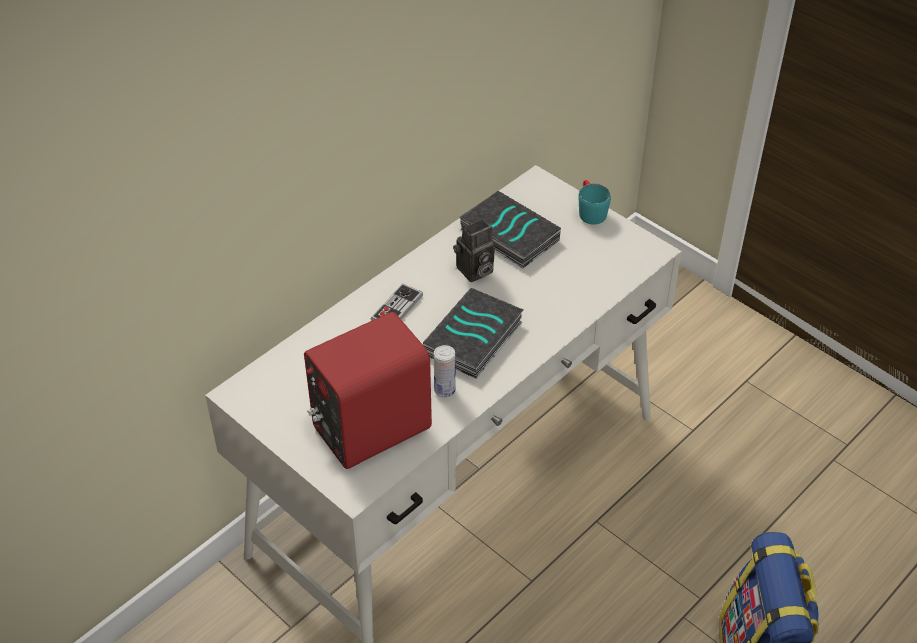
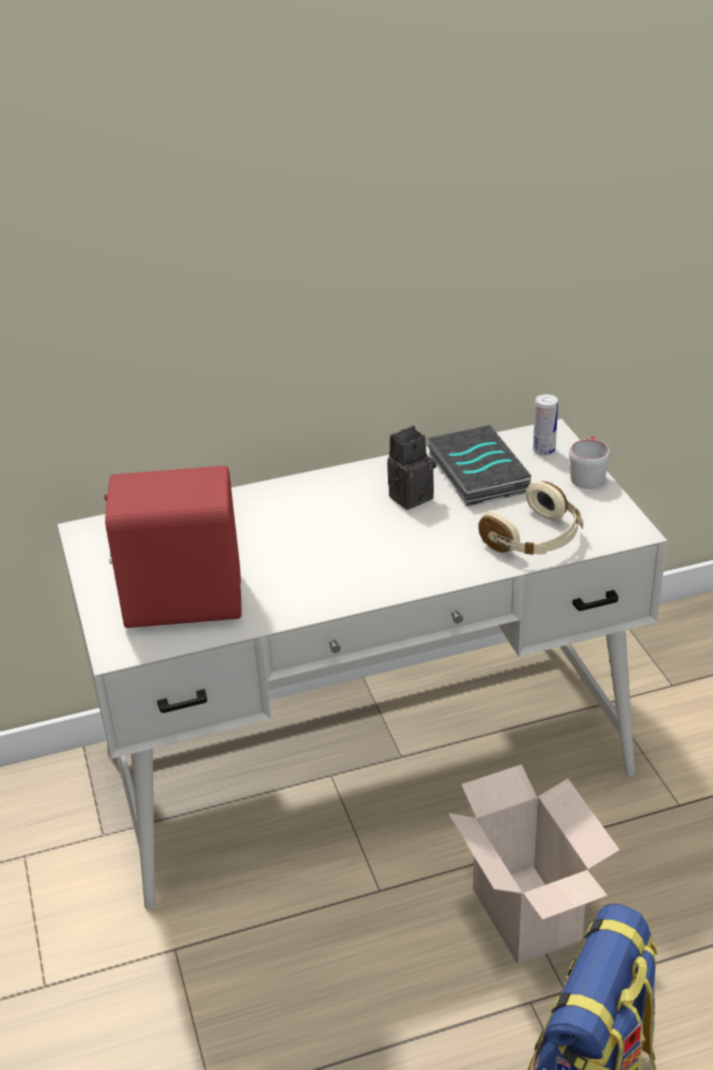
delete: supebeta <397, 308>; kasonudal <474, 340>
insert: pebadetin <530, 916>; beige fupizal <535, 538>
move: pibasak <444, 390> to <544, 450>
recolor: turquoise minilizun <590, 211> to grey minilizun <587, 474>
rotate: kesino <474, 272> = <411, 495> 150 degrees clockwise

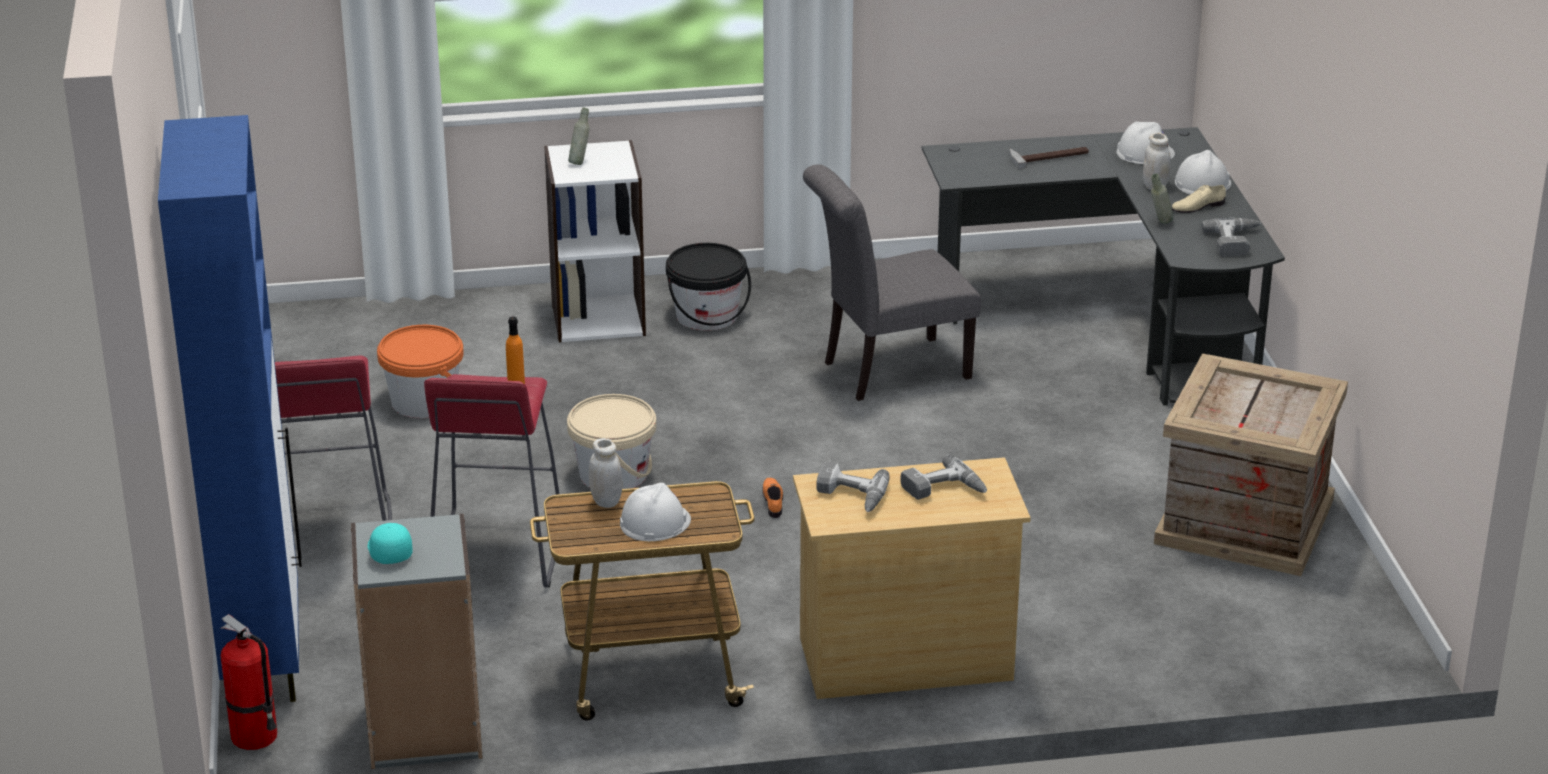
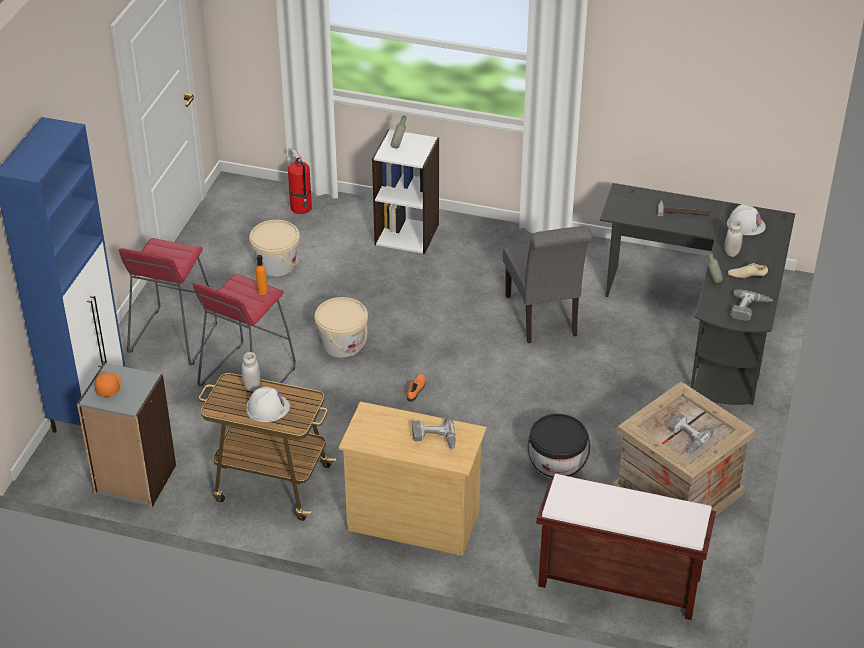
delete: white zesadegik <1202, 183>
insert: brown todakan <617, 582>
move: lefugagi <256, 736> to <301, 208>; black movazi <707, 316> to <556, 464>; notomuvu <850, 496> to <685, 438>
recolor: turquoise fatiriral <388, 551> to orange fatiriral <108, 387>; orange movazi <424, 401> to beige movazi <276, 264>
rotate: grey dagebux <887, 371> = <543, 319> 105 degrees counterclockwise

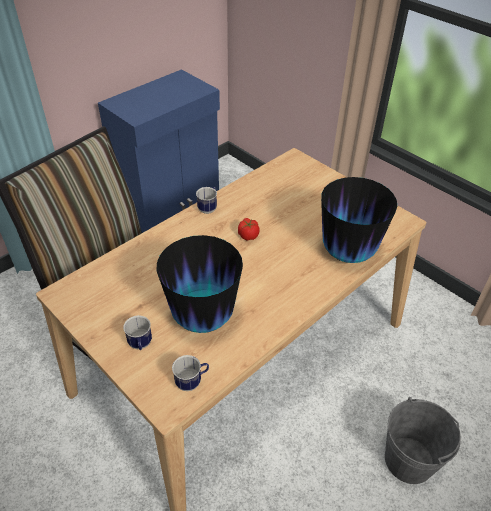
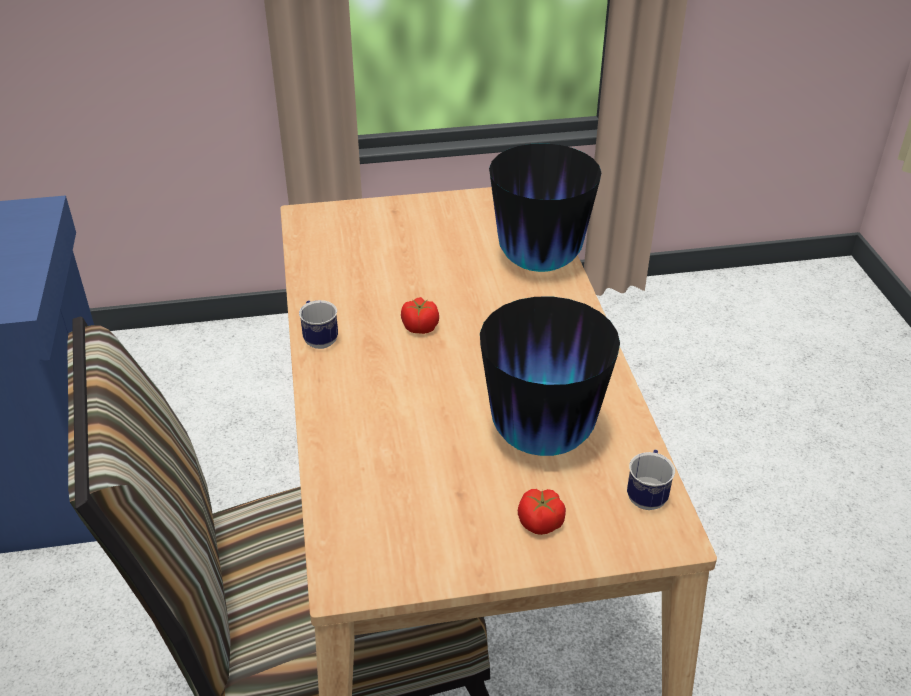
delete: grey movazi <409, 460>
replace: minilizun <140, 345> to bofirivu <540, 523>

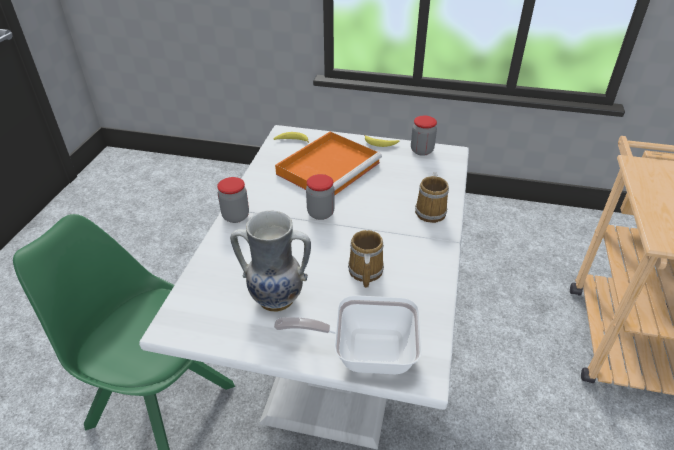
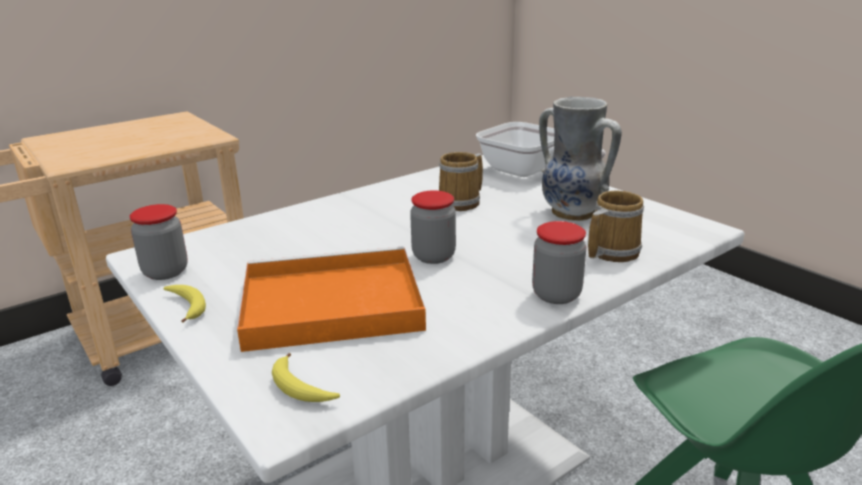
move: minilizun <431, 211> to <610, 252>

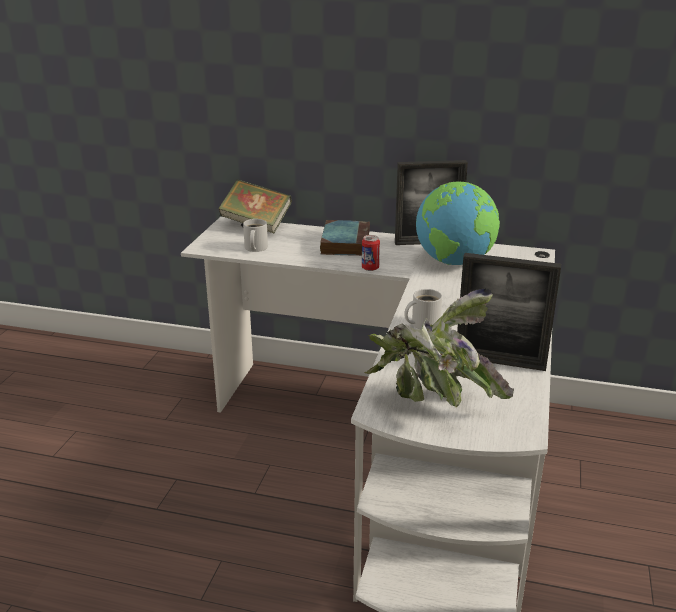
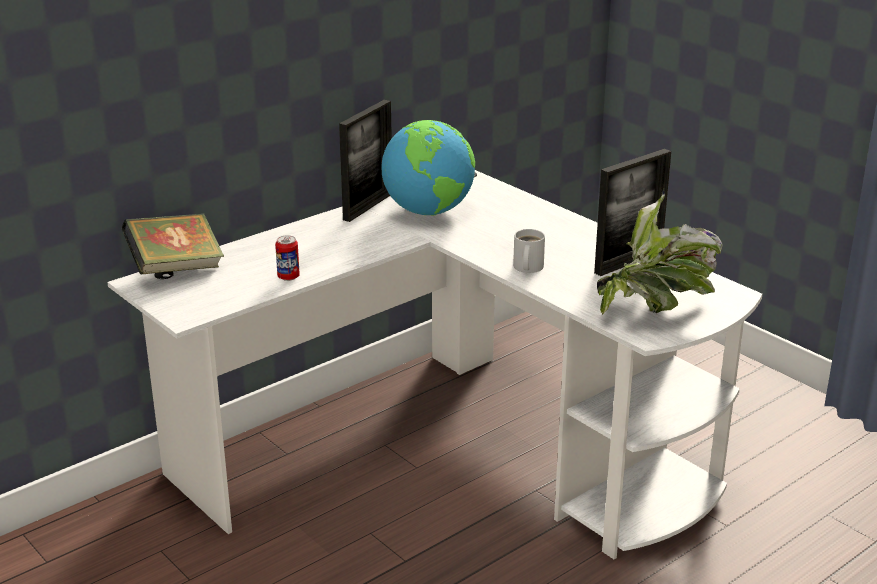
delete: white minilizun <254, 248>; kasonudal <345, 242>
move: pibasak <370, 268> to <288, 277>

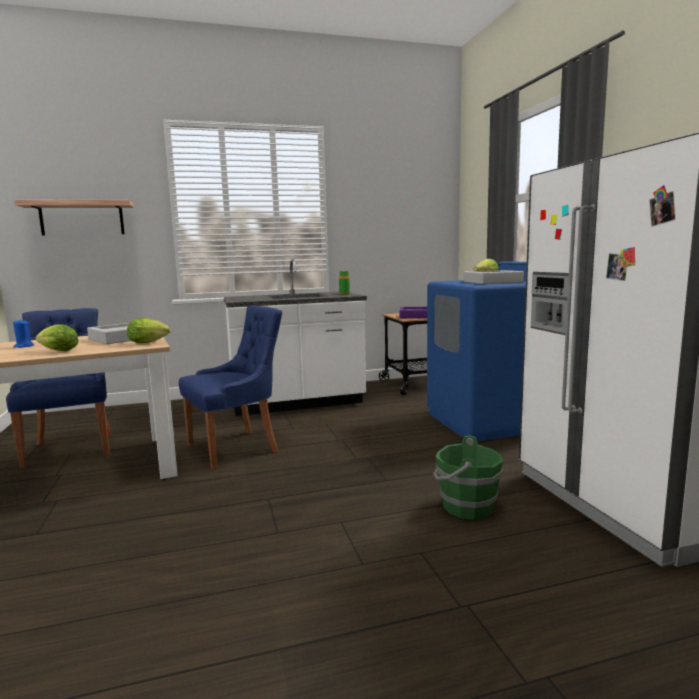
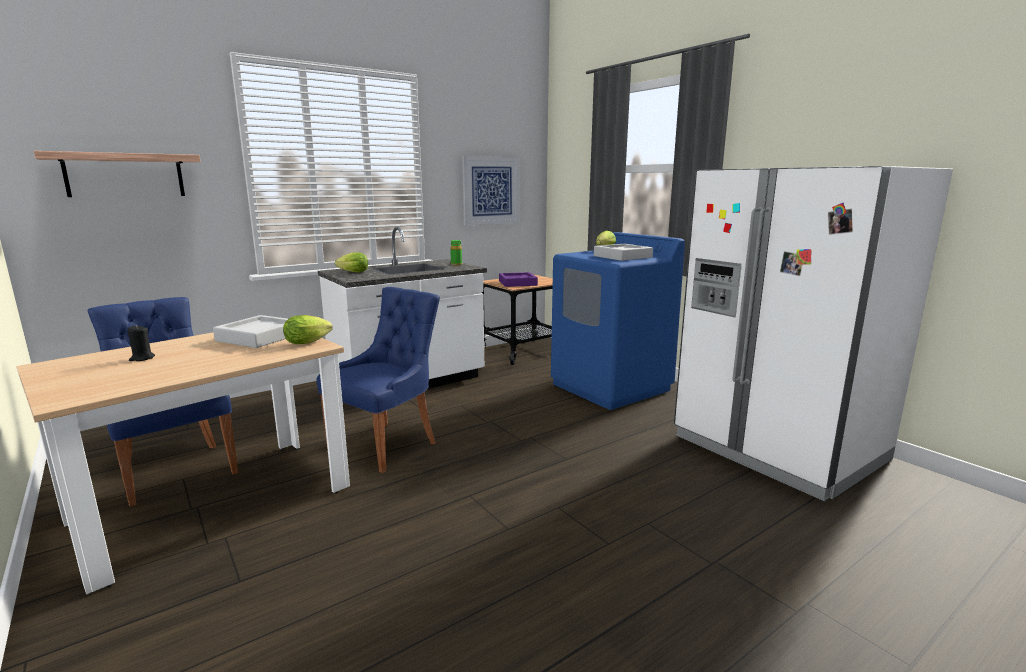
delete: green movazi <466, 507>
insert: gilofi <491, 190>
move: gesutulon <57, 351> to <352, 272>
recolor: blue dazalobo <24, 346> to black dazalobo <142, 358>

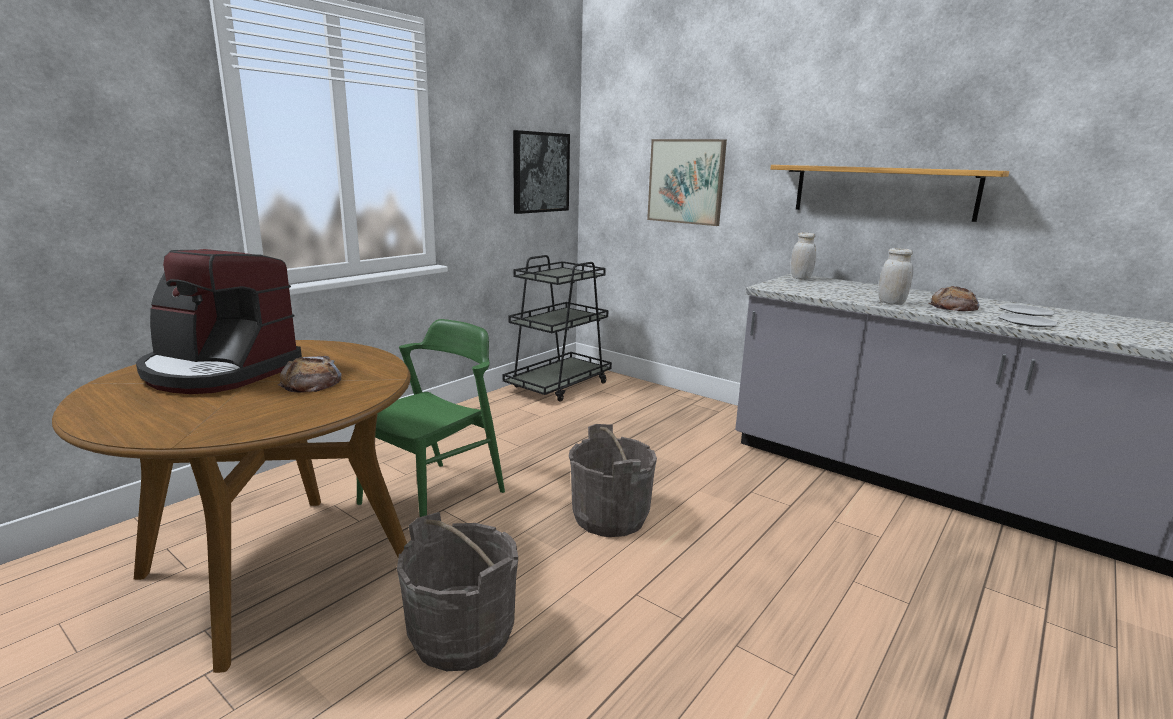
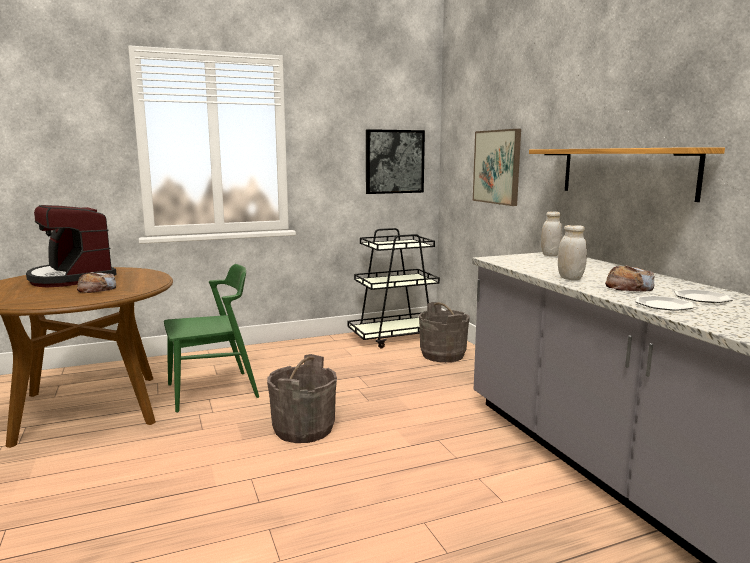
move: grey movazi <461, 635> to <442, 355>

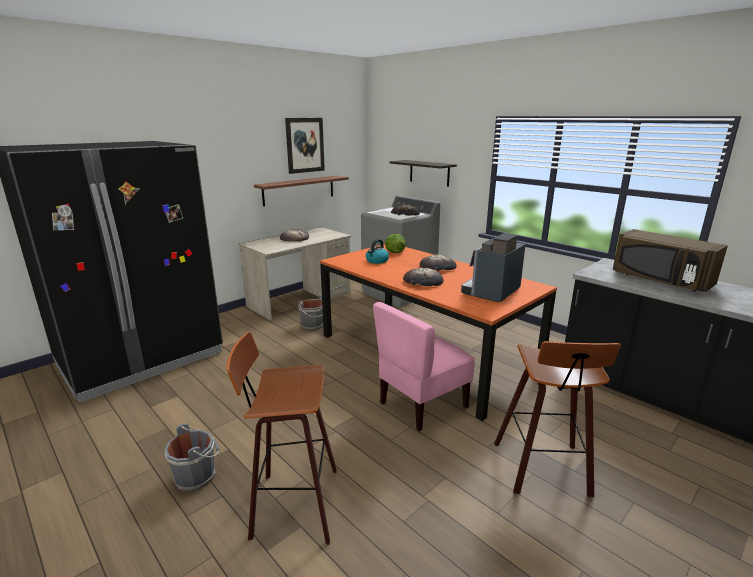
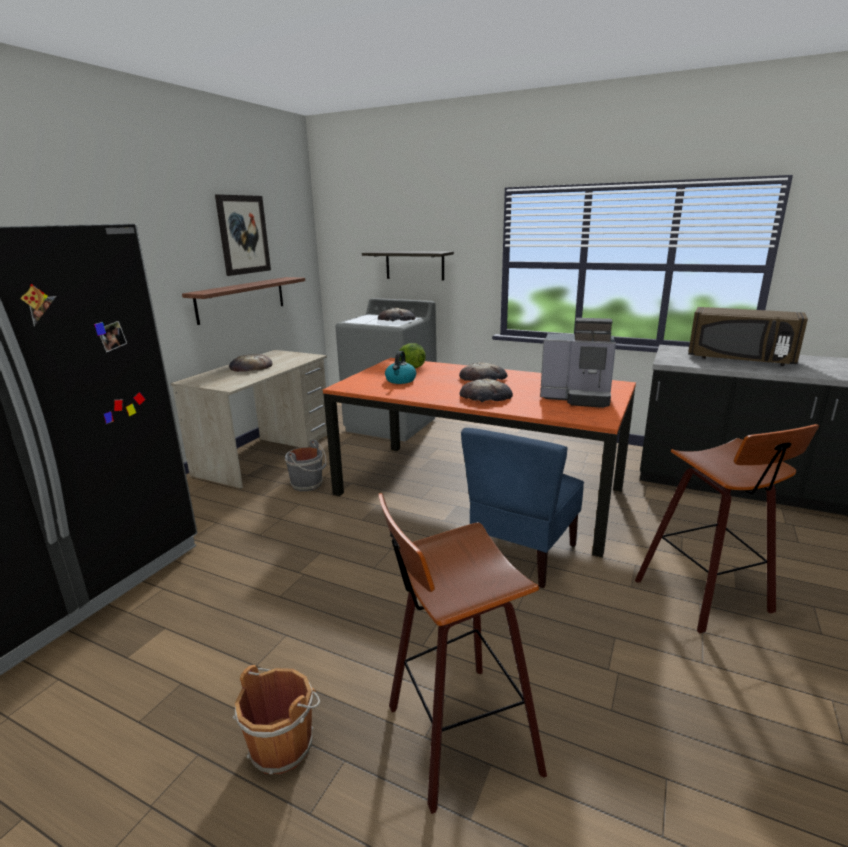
recolor: grey movazi <197, 476> to brown movazi <283, 743>; pink dagebux <422, 405> to blue dagebux <521, 555>
rotate: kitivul <491, 292> = <577, 398> 90 degrees counterclockwise

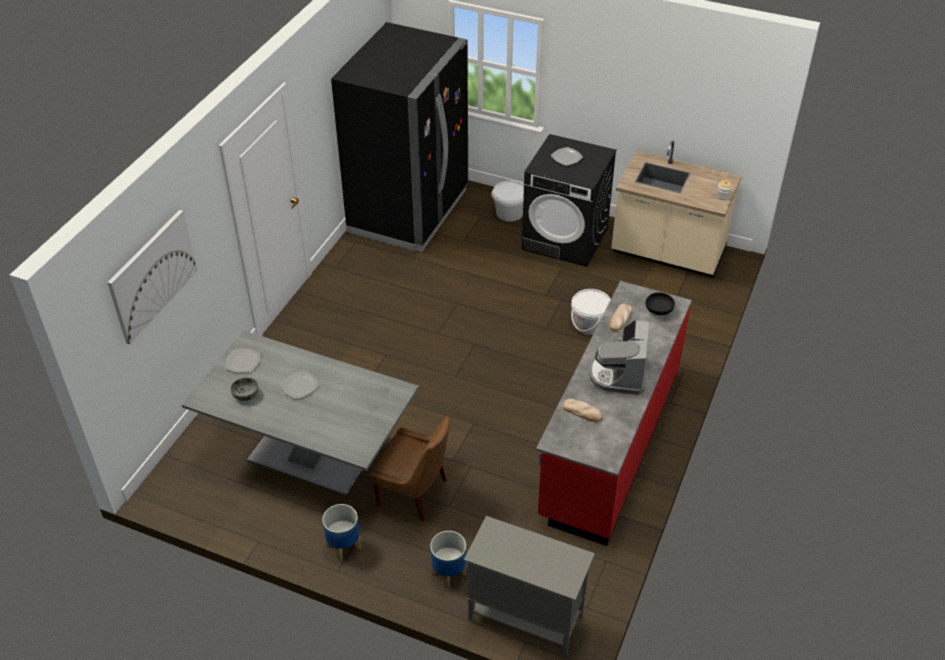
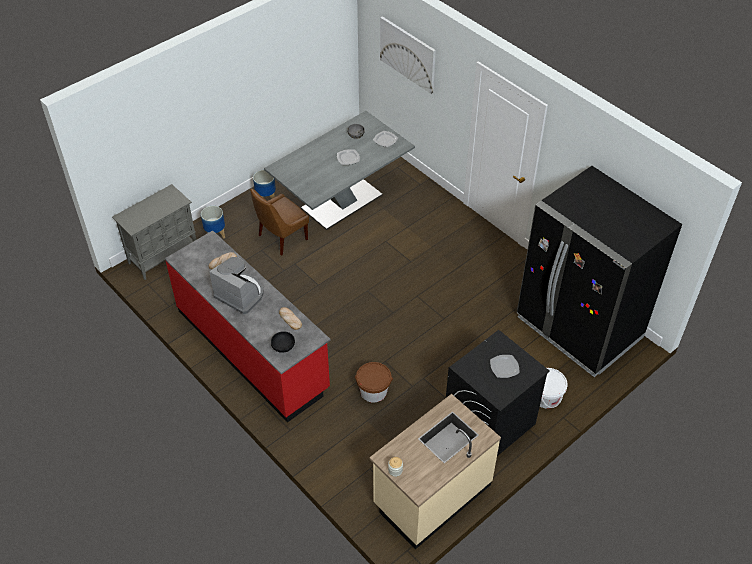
recolor: white movazi <589, 324> to brown movazi <373, 391>

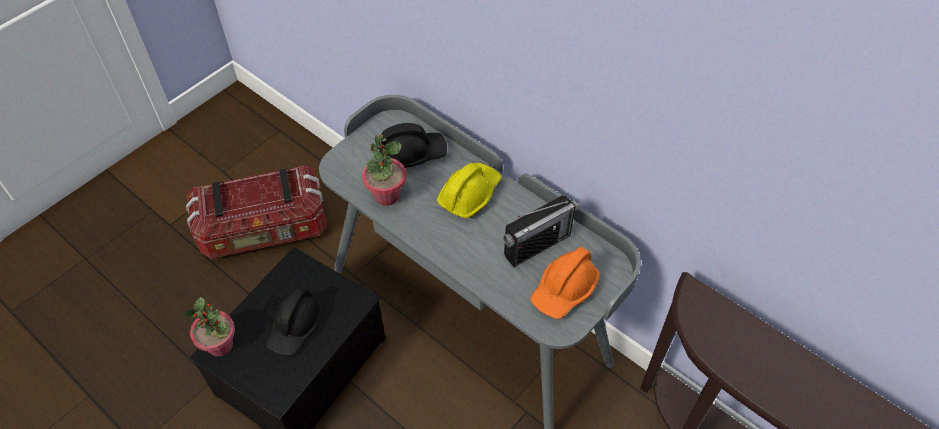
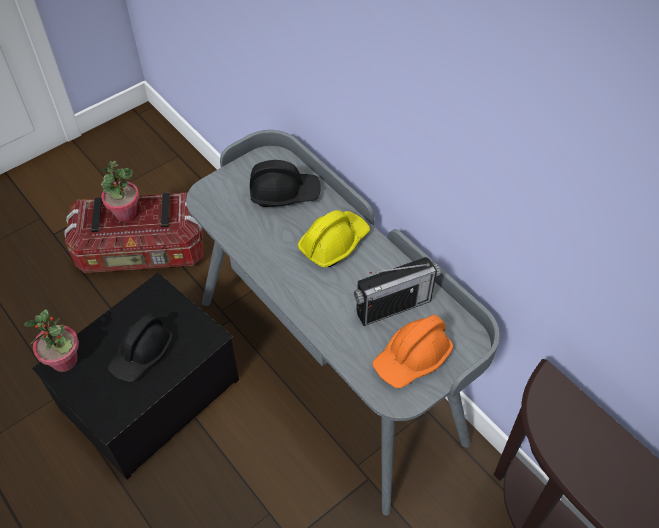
move: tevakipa <386, 195> to <125, 213>

